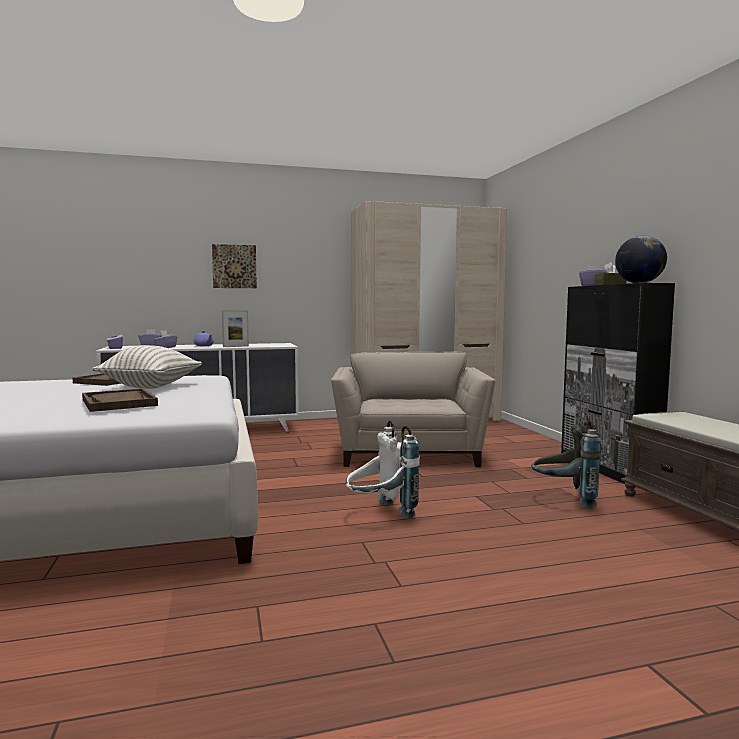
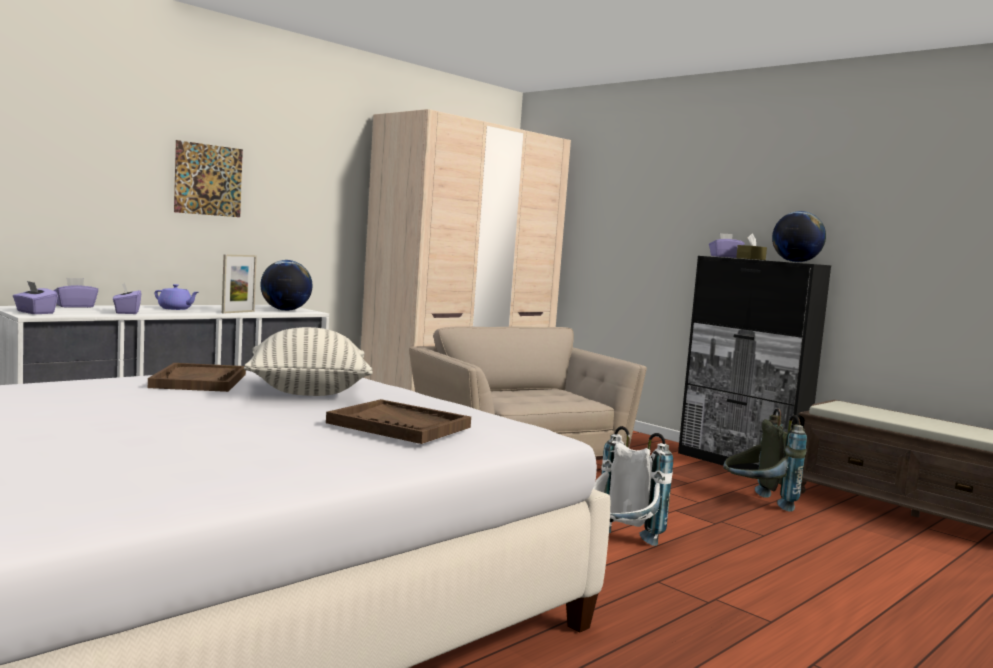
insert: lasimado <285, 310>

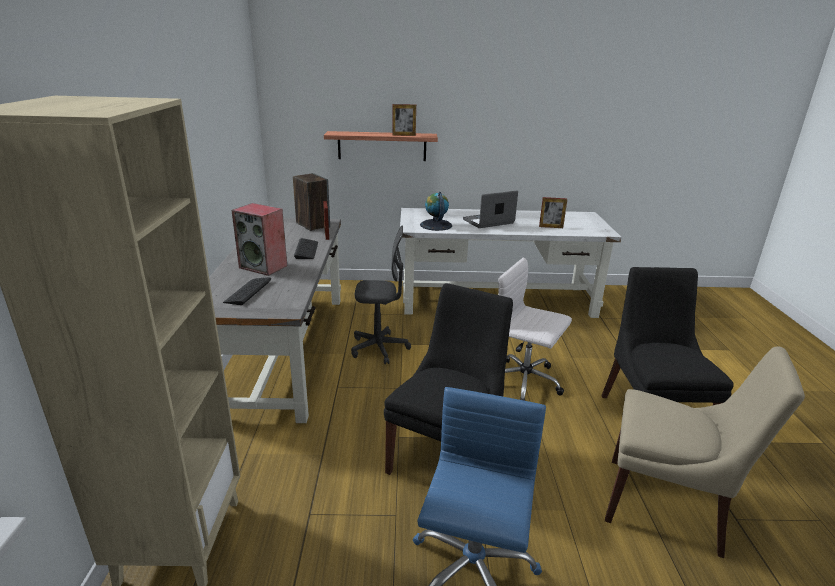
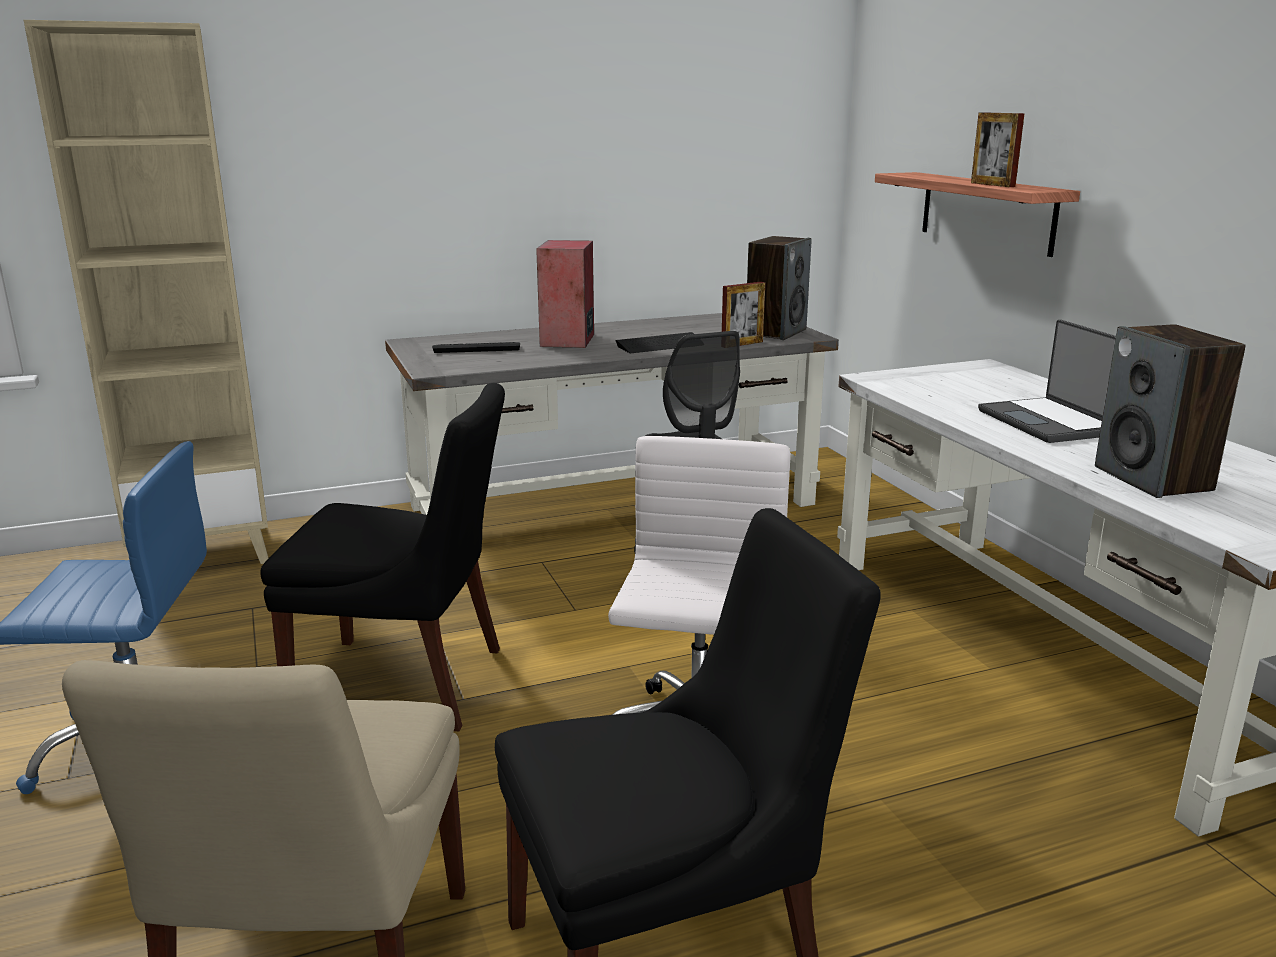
delete: lasimado <436, 225>
replace: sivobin <551, 227> to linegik <1154, 479>
rotate: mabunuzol <489, 222> = <1050, 422> 150 degrees counterclockwise

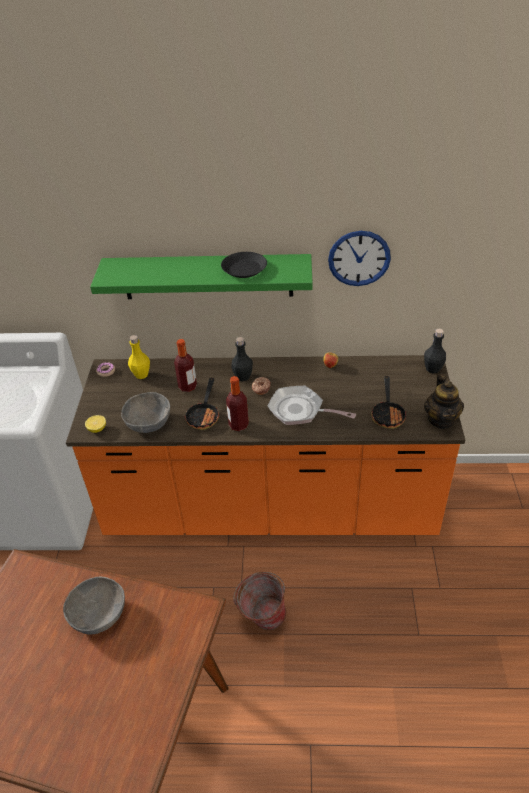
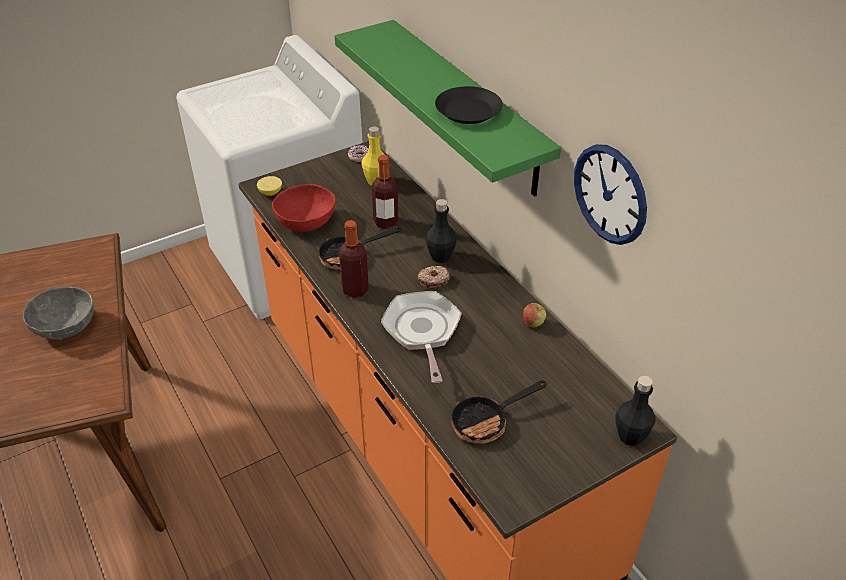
delete: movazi <262, 620>; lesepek <441, 420>
recolor: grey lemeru <149, 423> to red lemeru <306, 222>

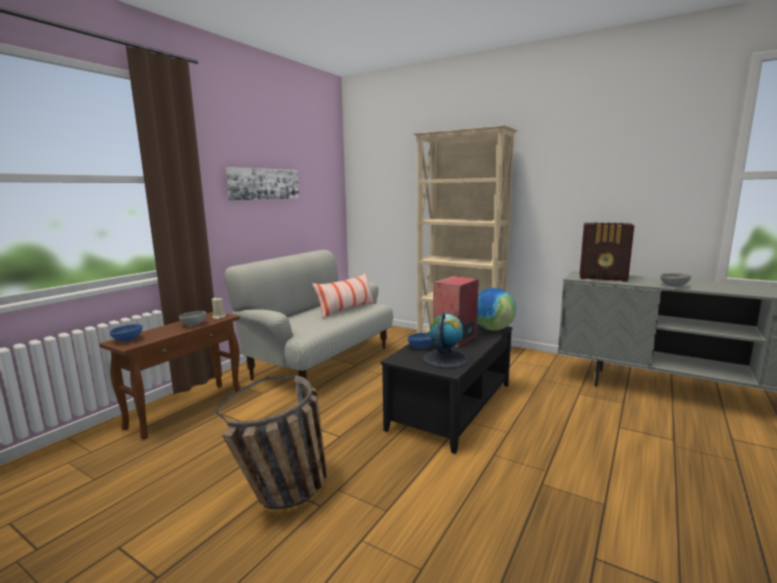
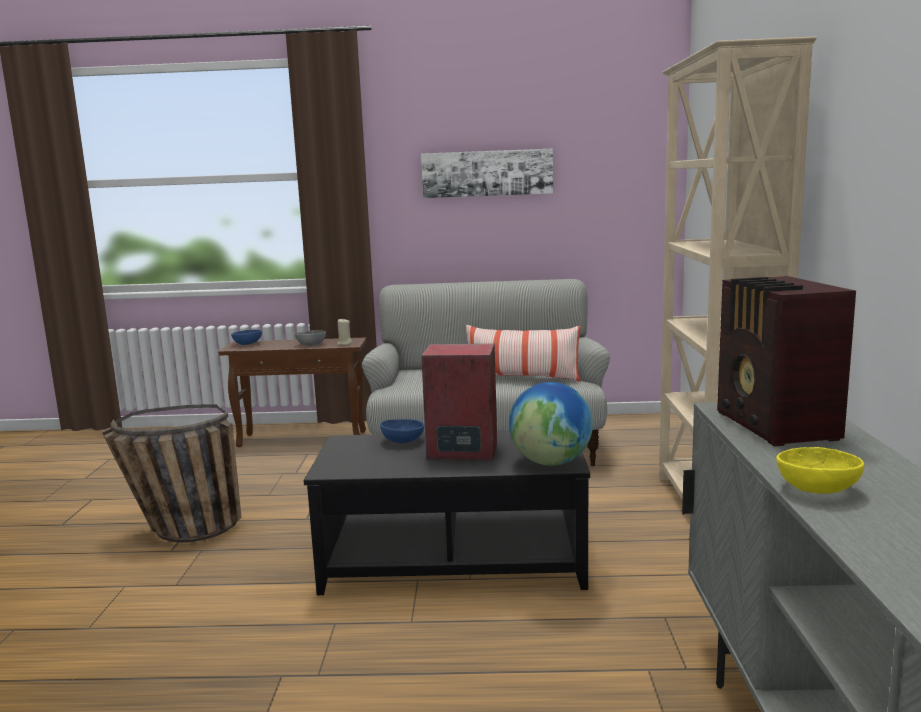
delete: lasimado <445, 359>
recolor: grey lemeru <673, 285> to yellow lemeru <815, 488>

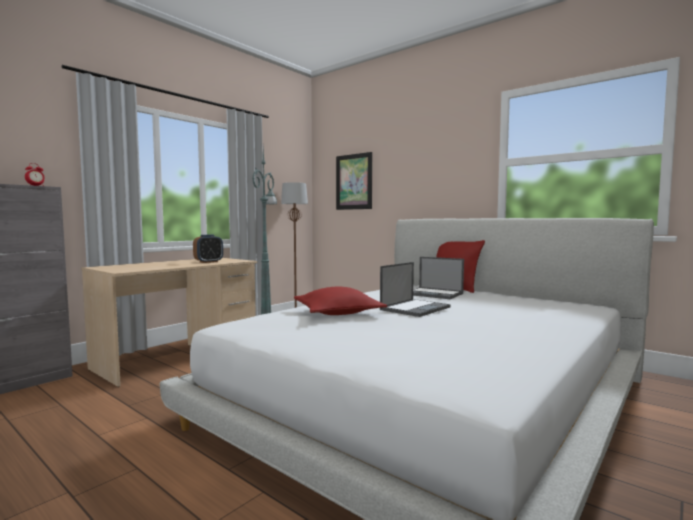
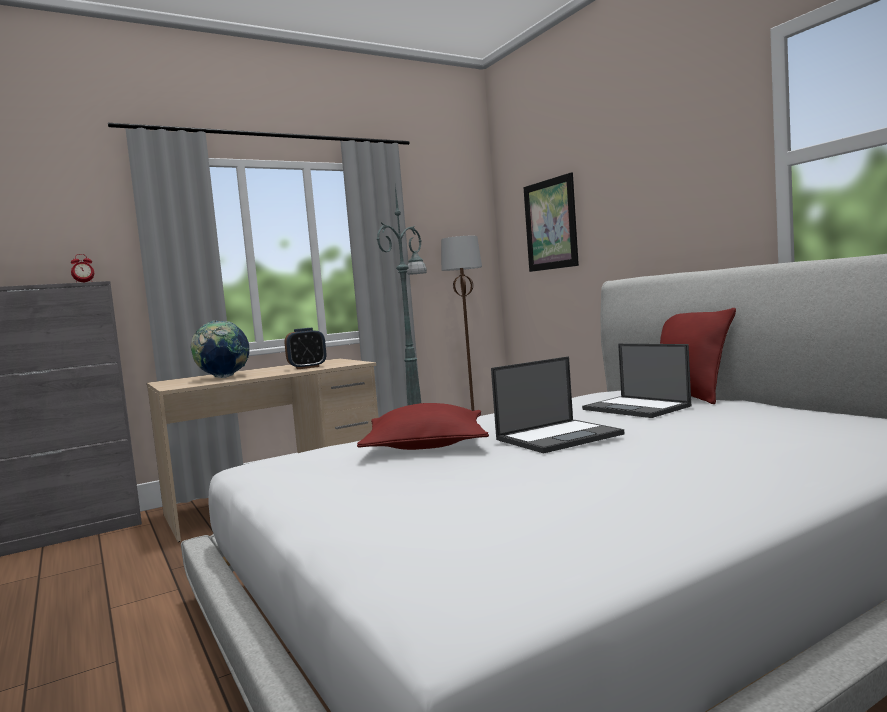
insert: lasimado <223, 377>

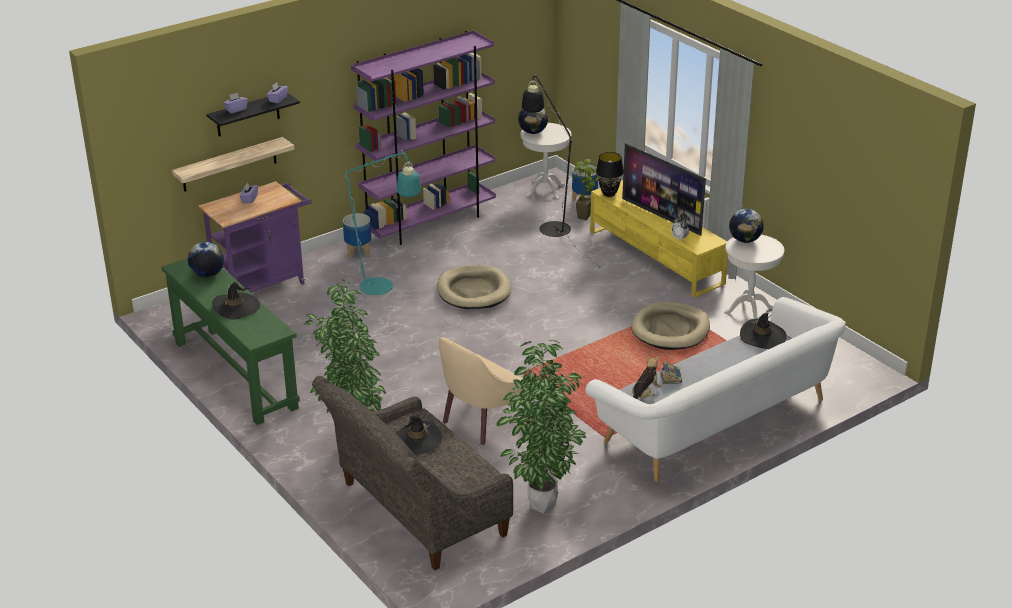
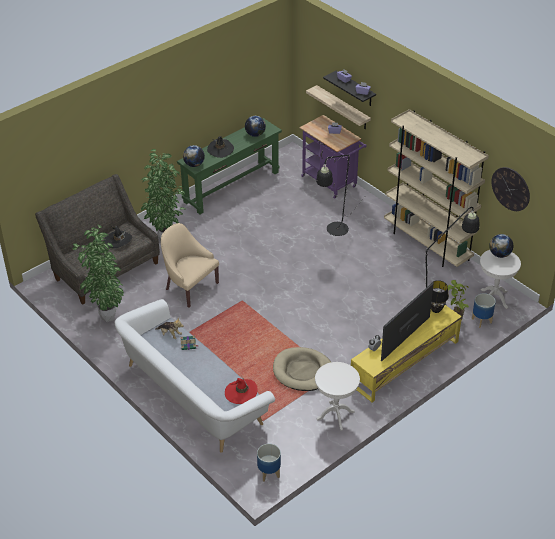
delete: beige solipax <473, 291>
insert: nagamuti <510, 189>
move: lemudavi <358, 253> to <269, 473>; lasimado <745, 240> to <194, 165>
recolor: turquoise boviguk <383, 289> to black boviguk <334, 232>; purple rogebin <430, 223> to beige rogebin <427, 244>; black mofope <762, 337> to red mofope <241, 392>

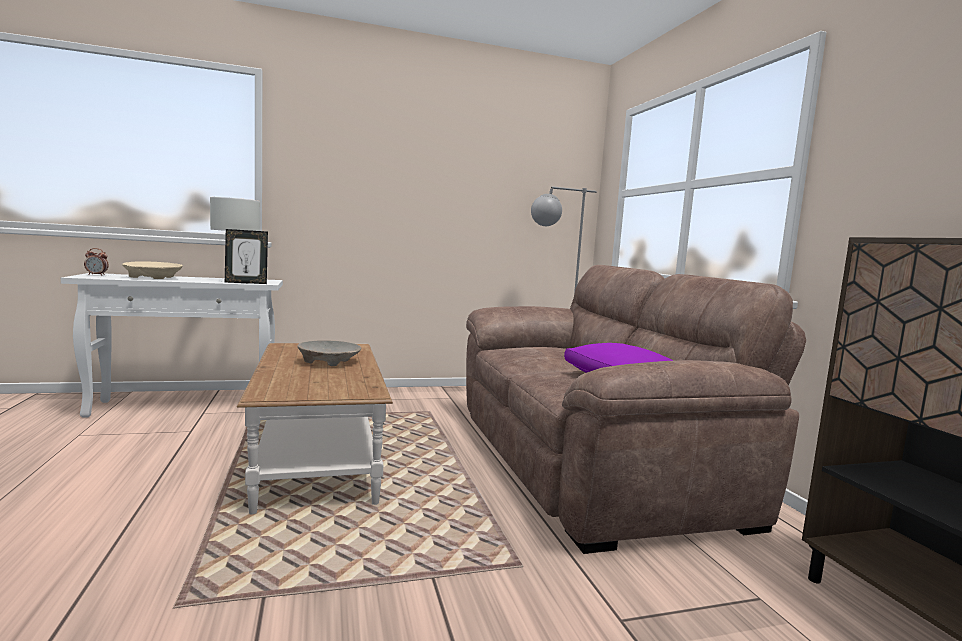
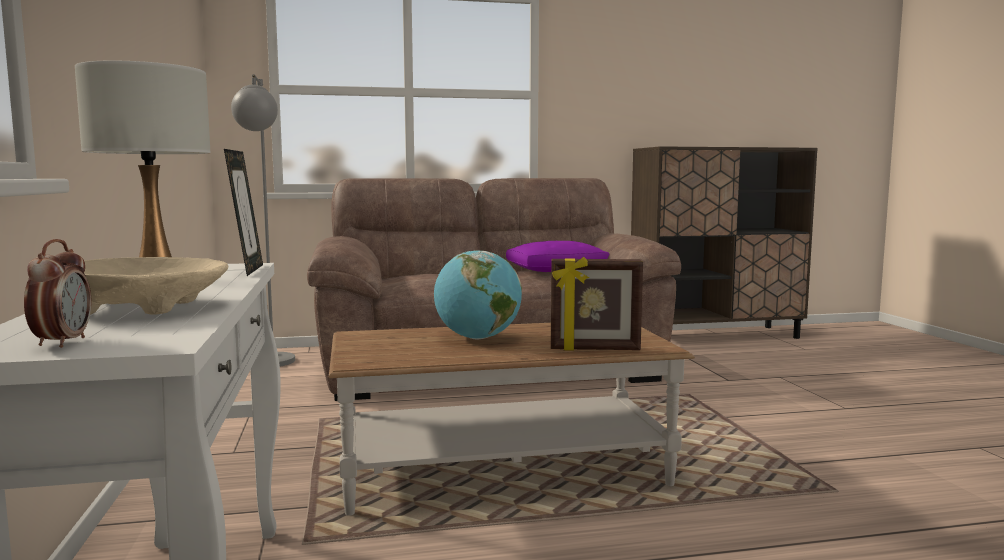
insert: sivobin <595, 349>
replace: beige lemeru <329, 361> to lasimado <477, 338>

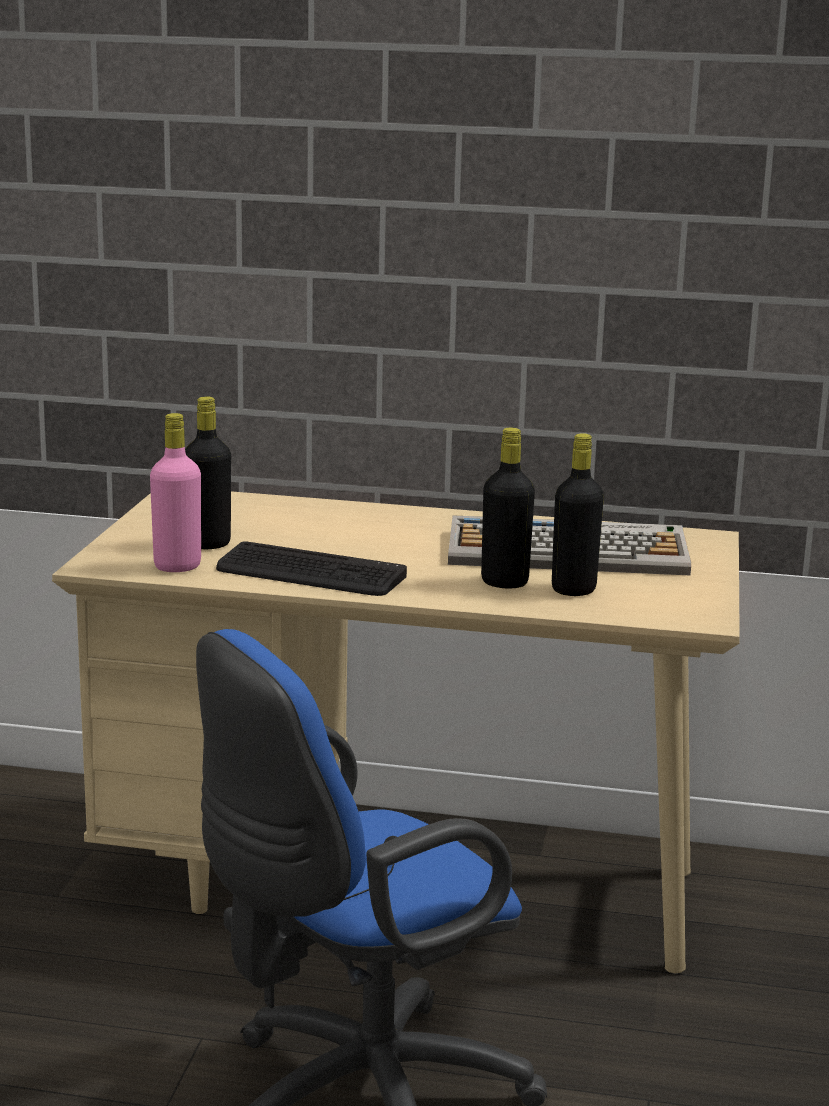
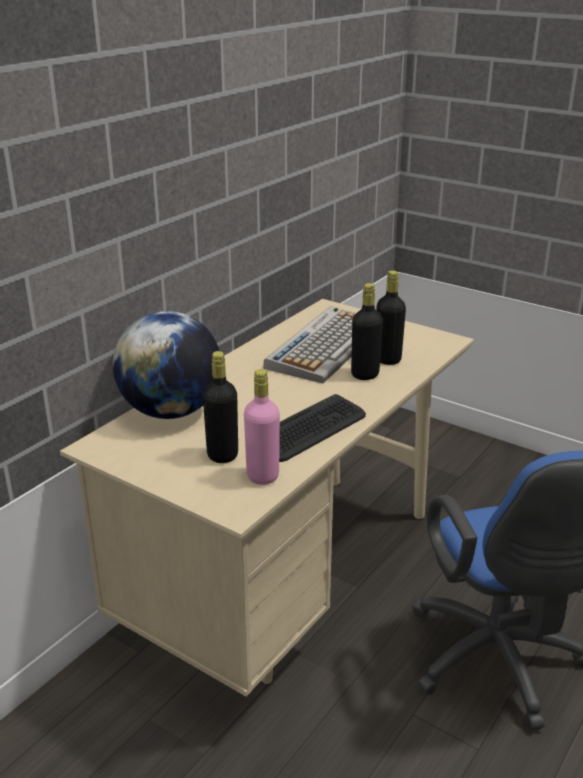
insert: lasimado <171, 411>

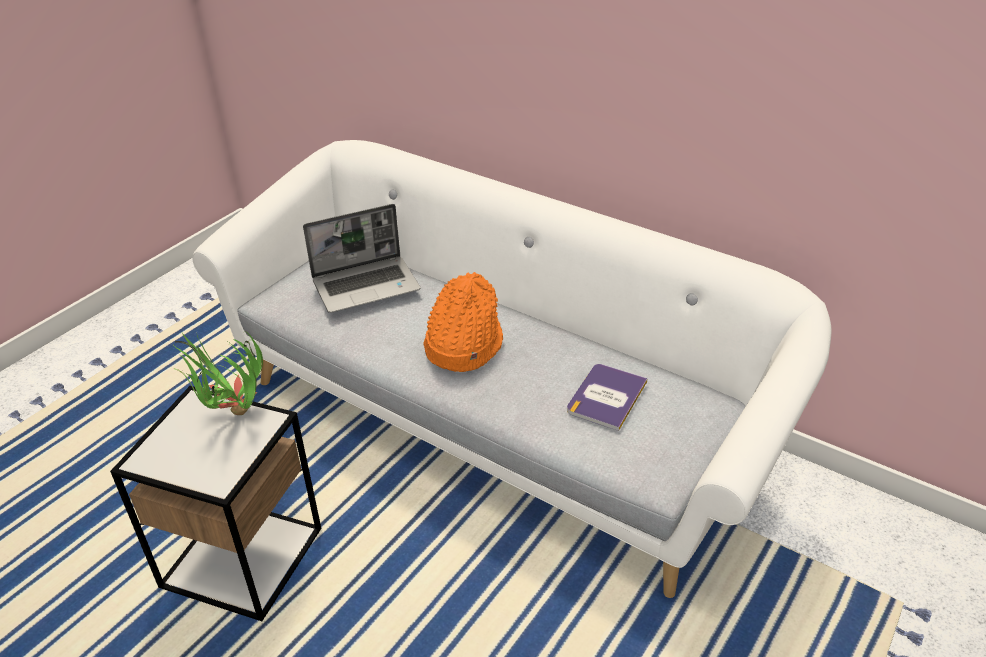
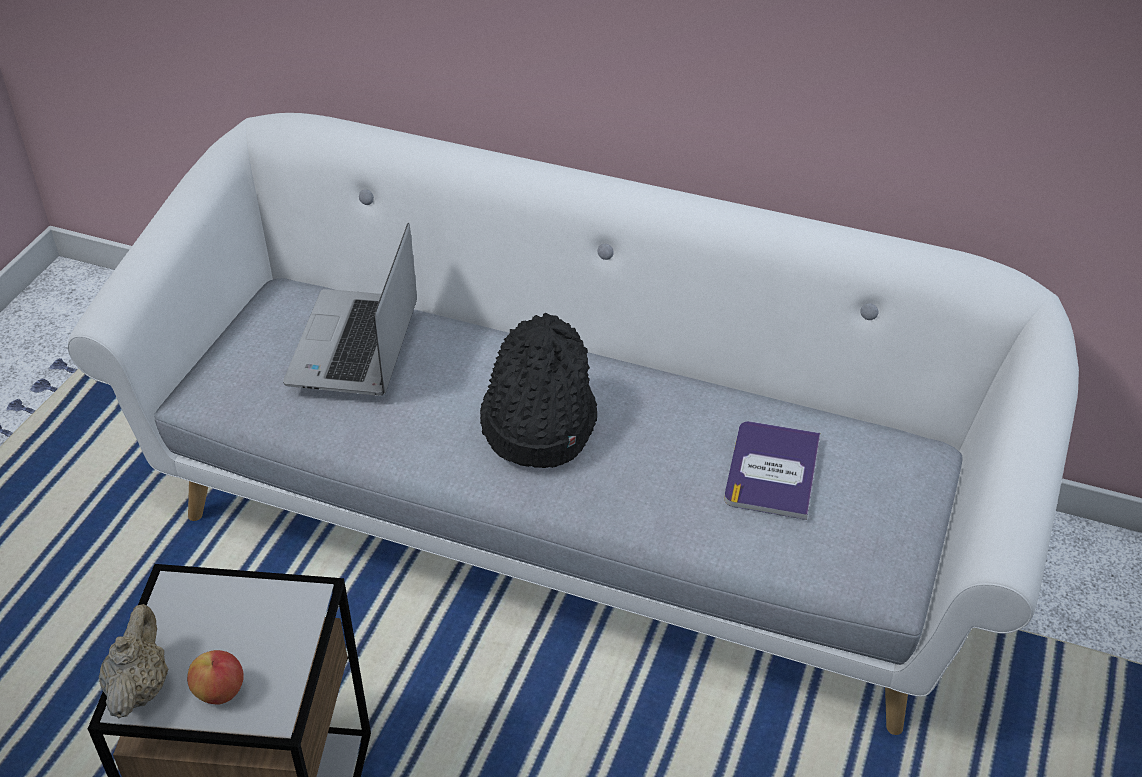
delete: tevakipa <232, 417>
insert: beige lesepek <140, 687>; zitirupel <220, 692>
recolor: orange mofope <462, 344> to black mofope <537, 422>
rotate: mabunuzol <367, 285> = <355, 347> 135 degrees clockwise

